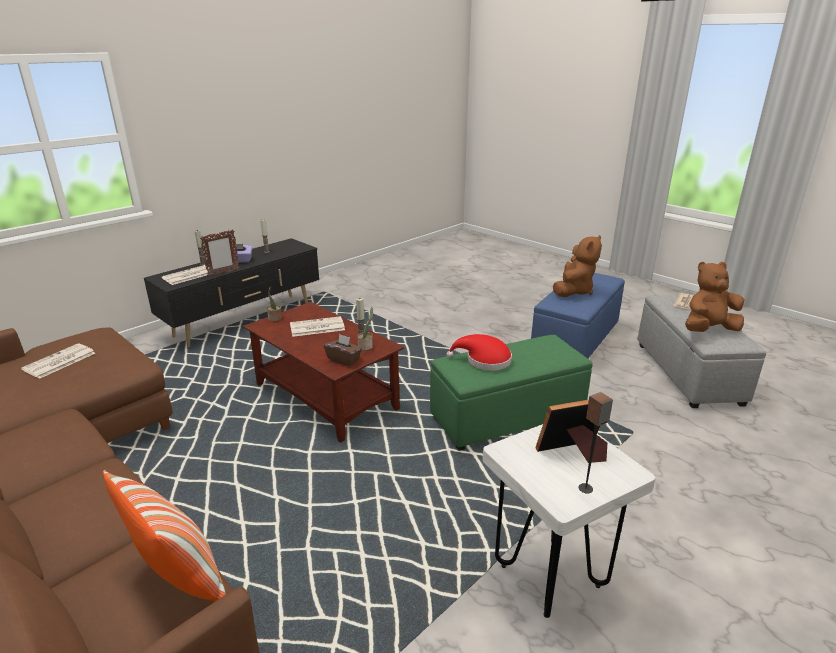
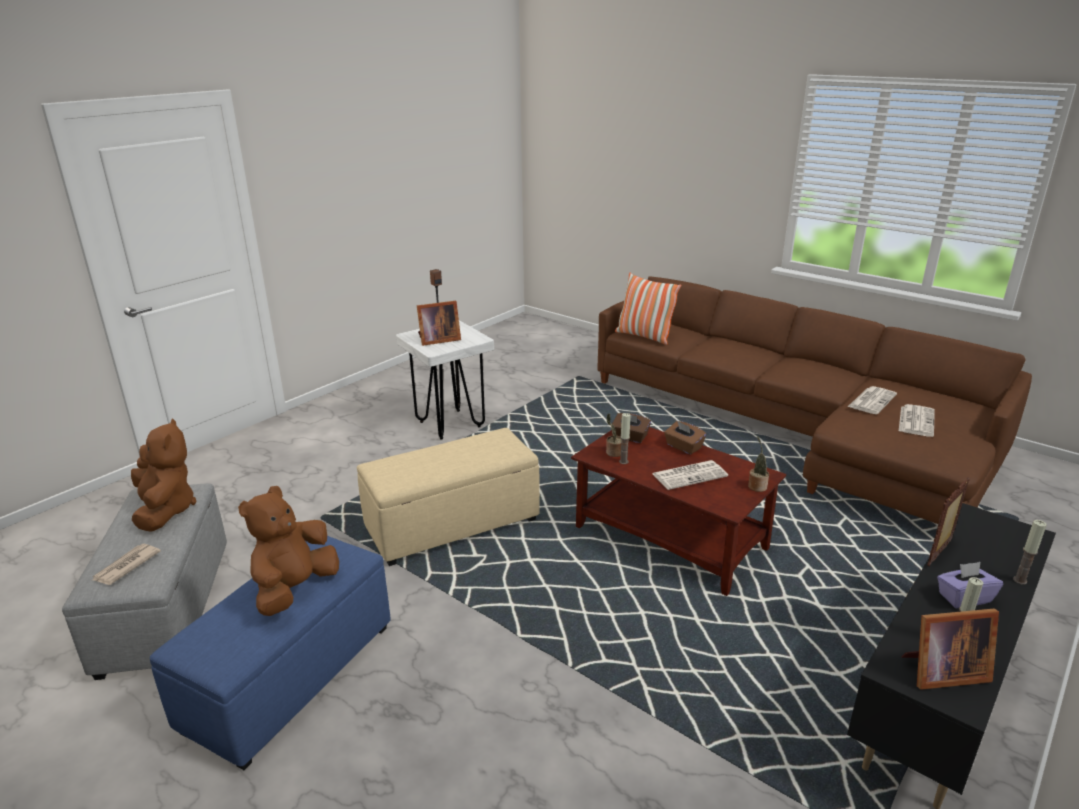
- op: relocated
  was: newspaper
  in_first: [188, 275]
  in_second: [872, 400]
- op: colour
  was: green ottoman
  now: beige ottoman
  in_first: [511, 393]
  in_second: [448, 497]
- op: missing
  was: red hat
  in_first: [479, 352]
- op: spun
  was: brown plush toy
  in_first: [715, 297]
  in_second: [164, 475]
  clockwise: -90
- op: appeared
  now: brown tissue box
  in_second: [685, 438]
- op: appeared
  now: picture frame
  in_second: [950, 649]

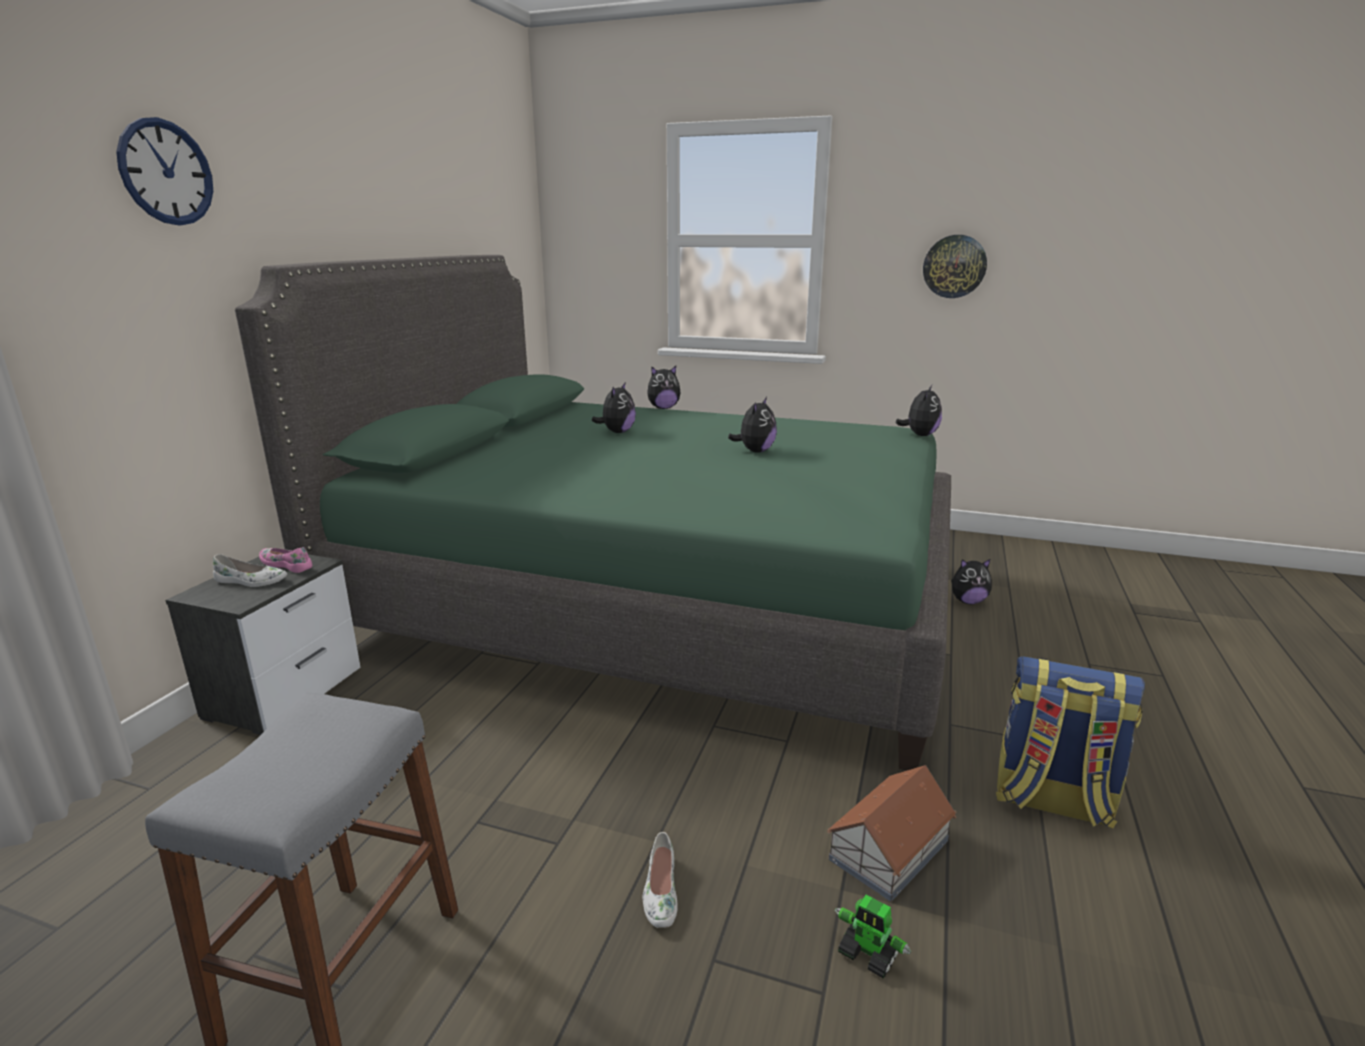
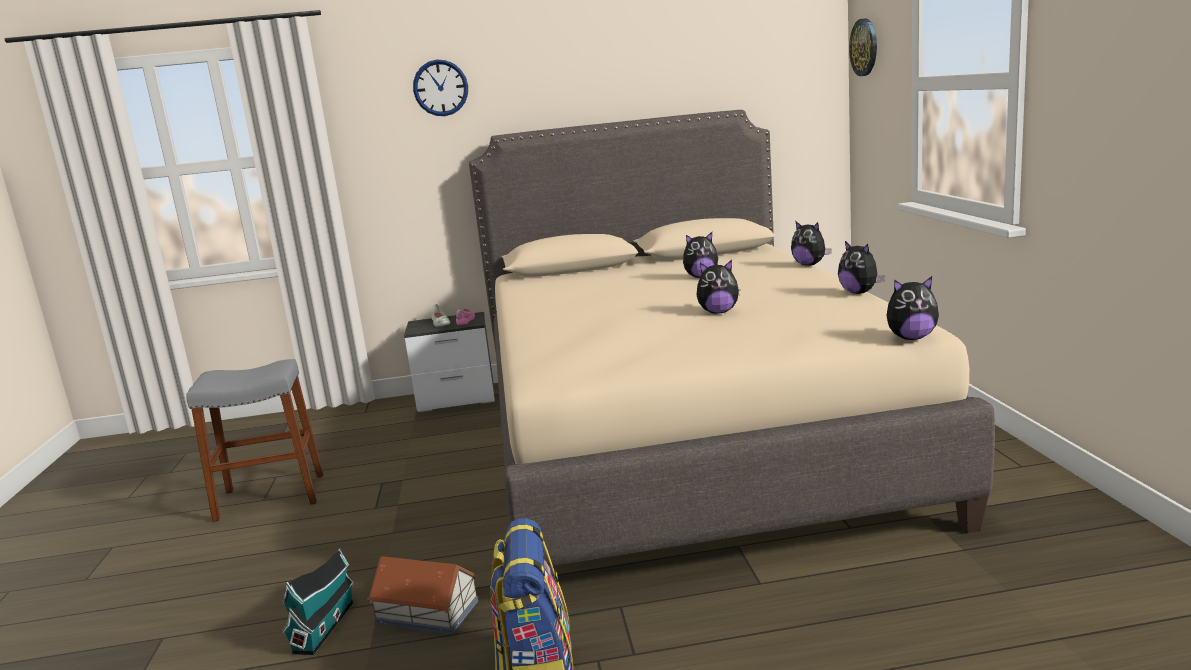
- op: colour
  was: green bed
  now: beige bed
  in_first: [593, 512]
  in_second: [732, 338]
- op: missing
  was: white shoe
  in_first: [660, 880]
- op: exchanged
  was: toy robot
  now: toy house
  in_first: [873, 936]
  in_second: [318, 602]
- op: relocated
  was: wall clock
  in_first: [955, 266]
  in_second: [863, 47]
- op: relocated
  was: plush toy
  in_first: [971, 581]
  in_second: [861, 267]

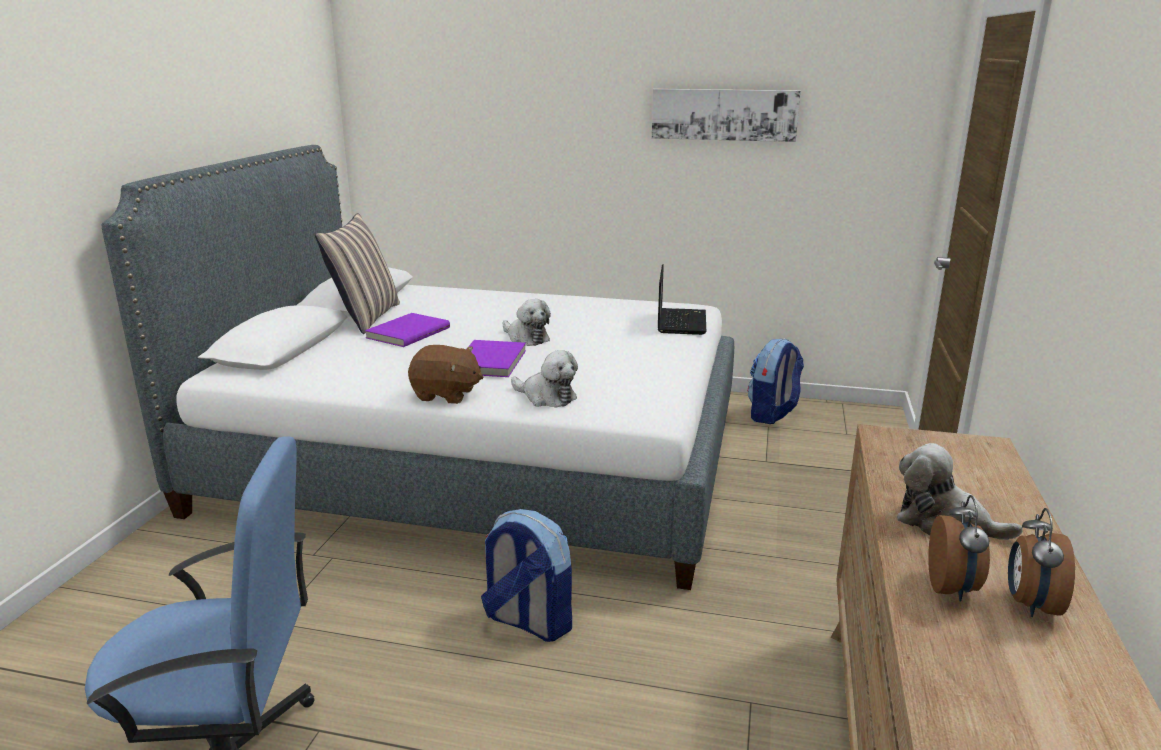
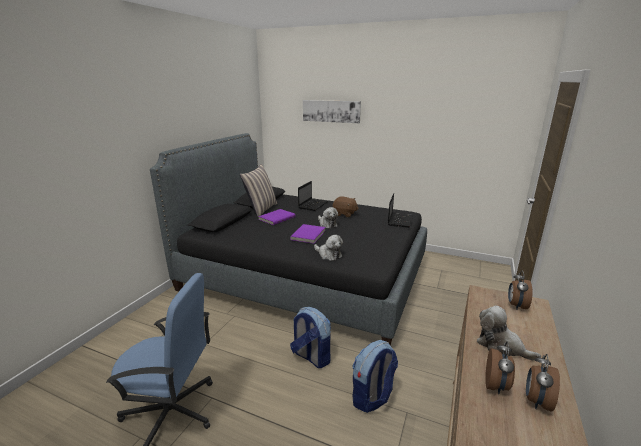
- op: colour
  was: white bed
  now: black bed
  in_first: [417, 367]
  in_second: [288, 239]
- op: relocated
  was: brown plush toy
  in_first: [445, 374]
  in_second: [346, 207]
- op: relocated
  was: picture
  in_first: [726, 115]
  in_second: [332, 111]
- op: relocated
  was: backpack
  in_first: [776, 381]
  in_second: [375, 376]
- op: appeared
  now: laptop
  in_second: [313, 196]
- op: appeared
  now: alarm clock
  in_second: [520, 290]

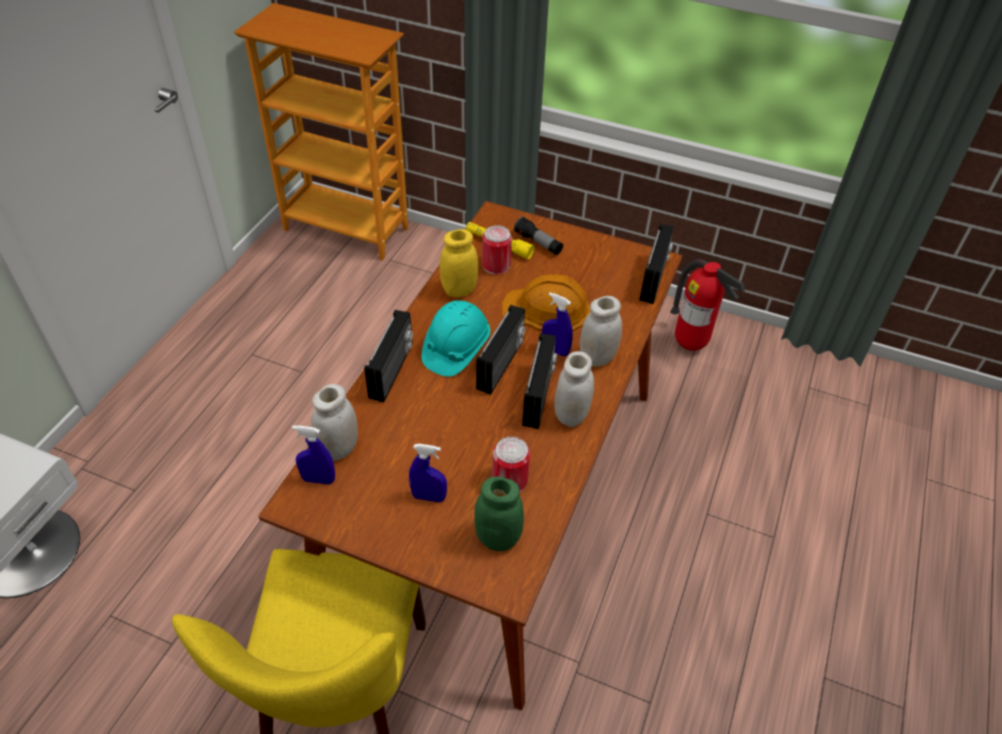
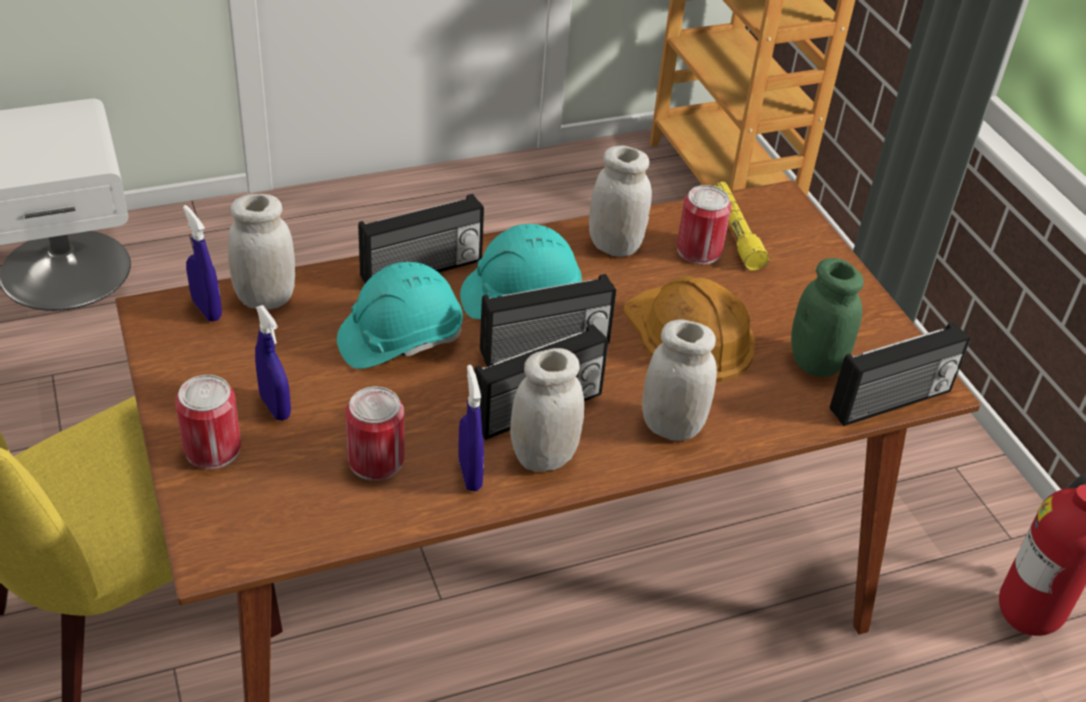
- op: colour
  was: yellow jar
  now: white jar
  in_first: [459, 263]
  in_second: [620, 201]
- op: relocated
  was: green jar
  in_first: [499, 514]
  in_second: [827, 317]
- op: missing
  was: flashlight
  in_first: [538, 236]
- op: relocated
  was: blue spray bottle
  in_first: [557, 324]
  in_second: [471, 428]
- op: appeared
  now: can
  in_second: [208, 422]
- op: appeared
  now: turquoise hard hat
  in_second: [400, 315]

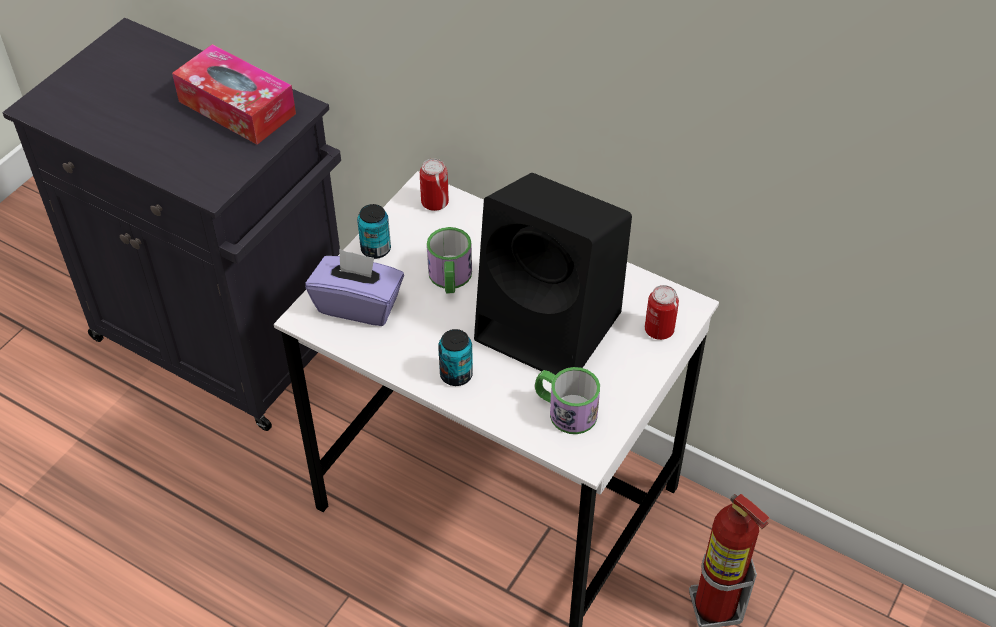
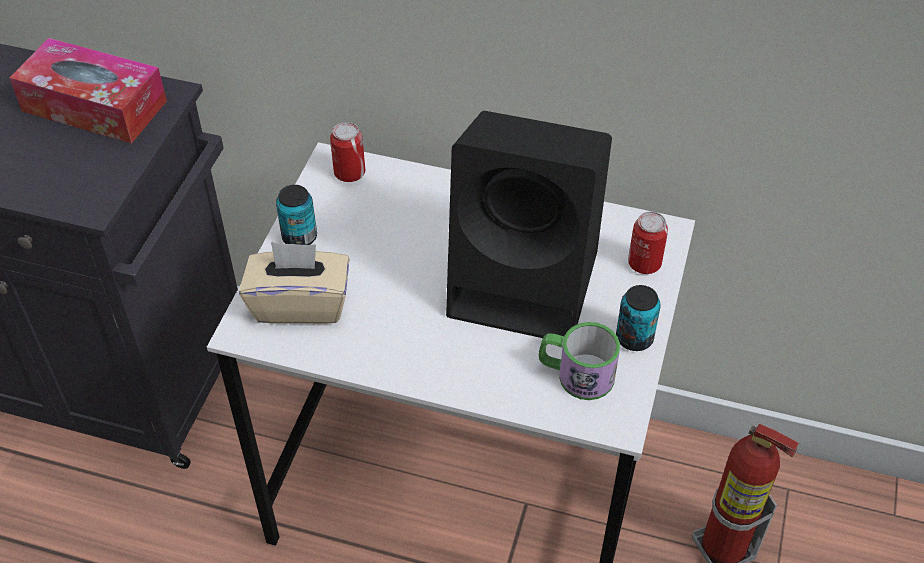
- op: colour
  was: purple tissue box
  now: beige tissue box
  in_first: [354, 287]
  in_second: [294, 283]
- op: missing
  was: mug
  in_first: [449, 260]
- op: relocated
  was: can
  in_first: [455, 357]
  in_second: [638, 318]

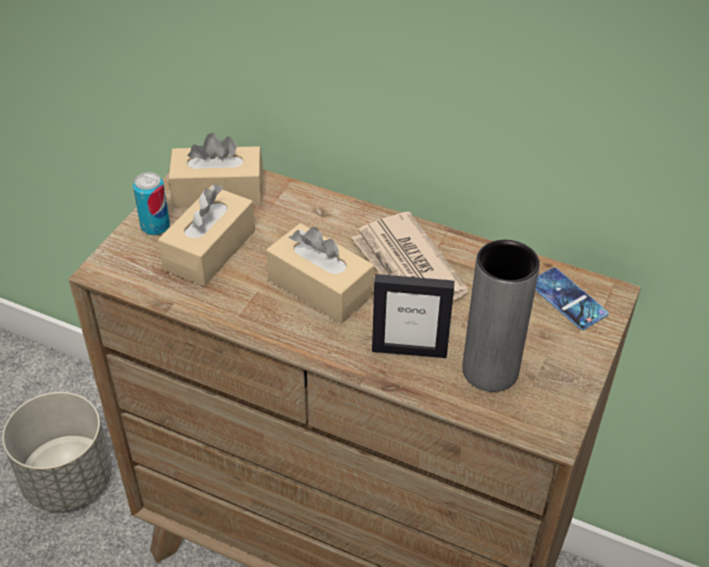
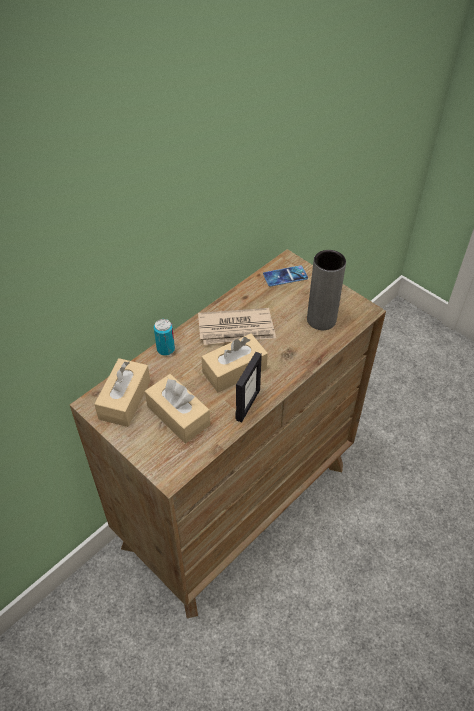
- op: missing
  was: grey planter
  in_first: [57, 452]
- op: relocated
  was: can
  in_first: [151, 203]
  in_second: [164, 337]
- op: relocated
  was: picture frame
  in_first: [413, 316]
  in_second: [248, 387]

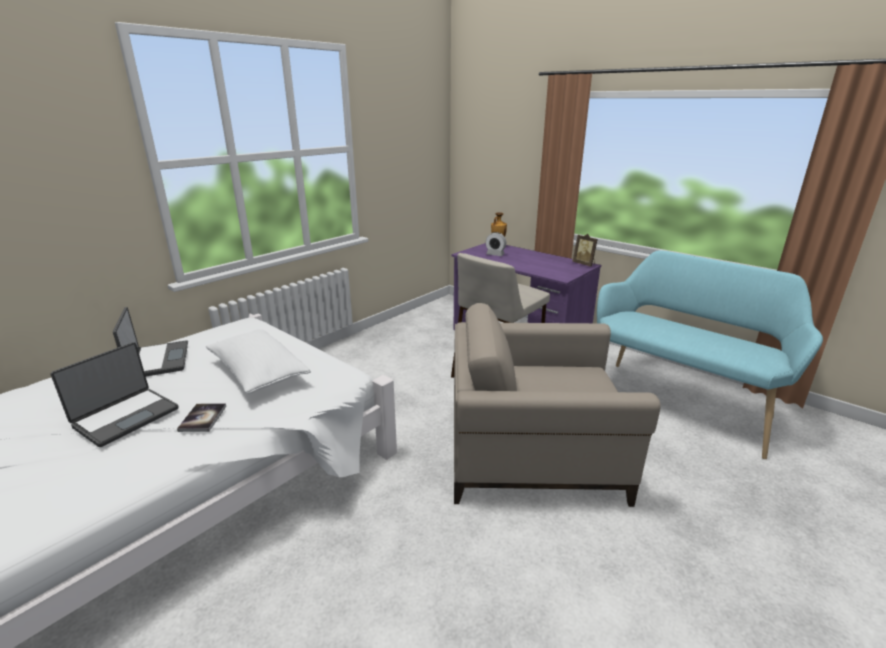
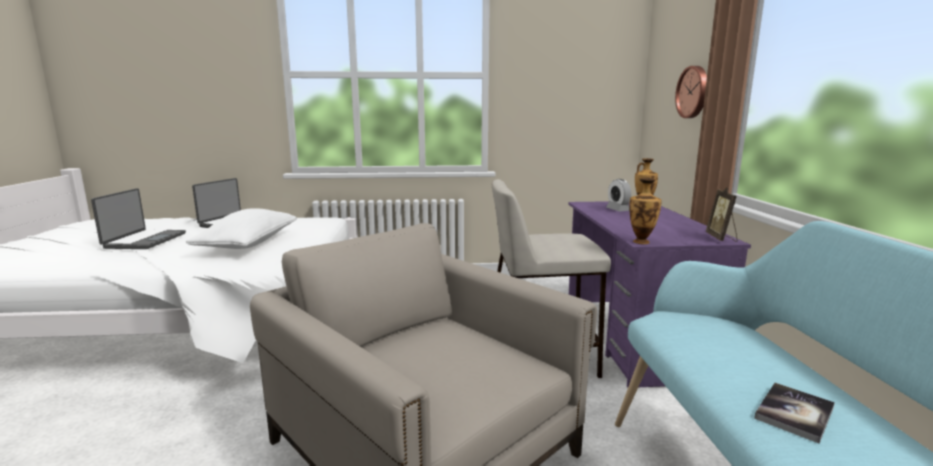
- op: spun
  was: laptop
  in_first: [114, 394]
  in_second: [138, 218]
  clockwise: -75
- op: relocated
  was: book
  in_first: [201, 417]
  in_second: [794, 413]
- op: appeared
  now: vase
  in_second: [645, 211]
- op: appeared
  now: wall clock
  in_second: [691, 92]

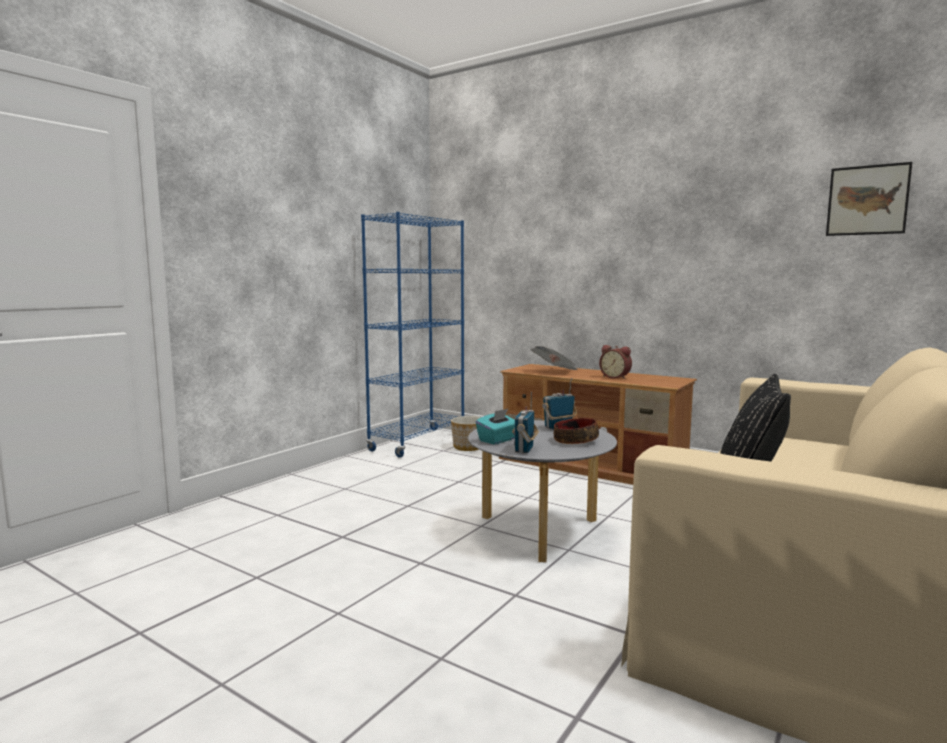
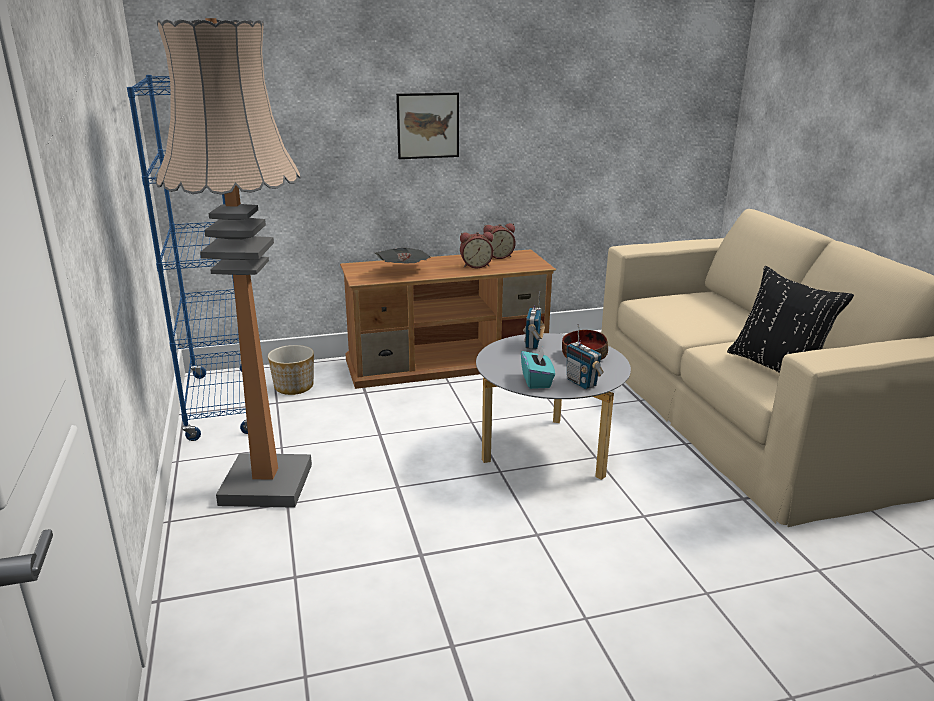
- op: relocated
  was: picture
  in_first: [869, 199]
  in_second: [427, 126]
- op: appeared
  now: floor lamp
  in_second: [234, 263]
- op: appeared
  now: alarm clock
  in_second: [499, 241]

